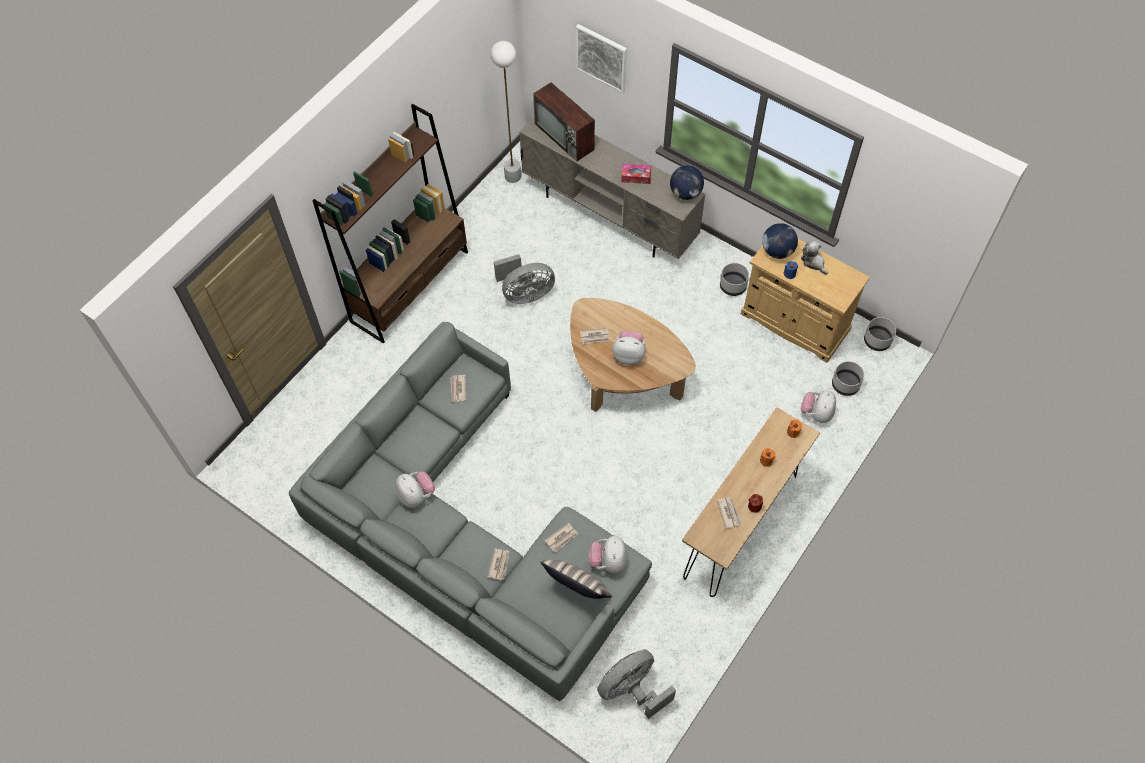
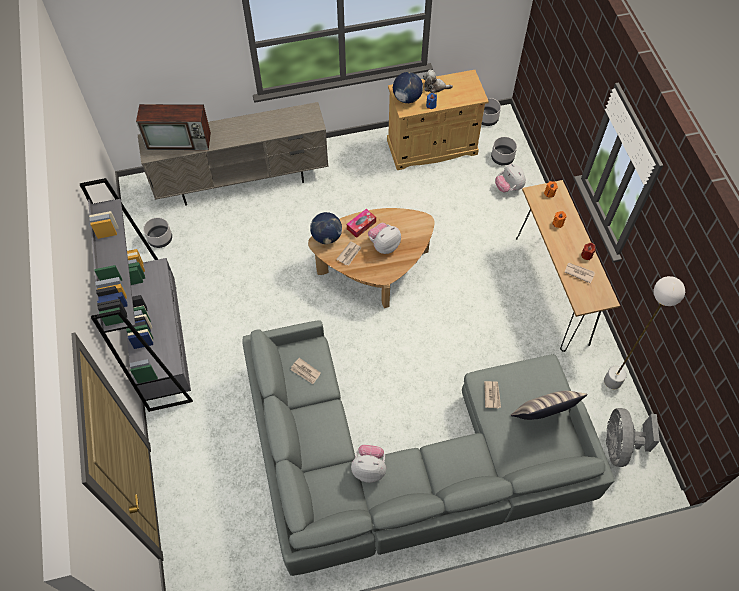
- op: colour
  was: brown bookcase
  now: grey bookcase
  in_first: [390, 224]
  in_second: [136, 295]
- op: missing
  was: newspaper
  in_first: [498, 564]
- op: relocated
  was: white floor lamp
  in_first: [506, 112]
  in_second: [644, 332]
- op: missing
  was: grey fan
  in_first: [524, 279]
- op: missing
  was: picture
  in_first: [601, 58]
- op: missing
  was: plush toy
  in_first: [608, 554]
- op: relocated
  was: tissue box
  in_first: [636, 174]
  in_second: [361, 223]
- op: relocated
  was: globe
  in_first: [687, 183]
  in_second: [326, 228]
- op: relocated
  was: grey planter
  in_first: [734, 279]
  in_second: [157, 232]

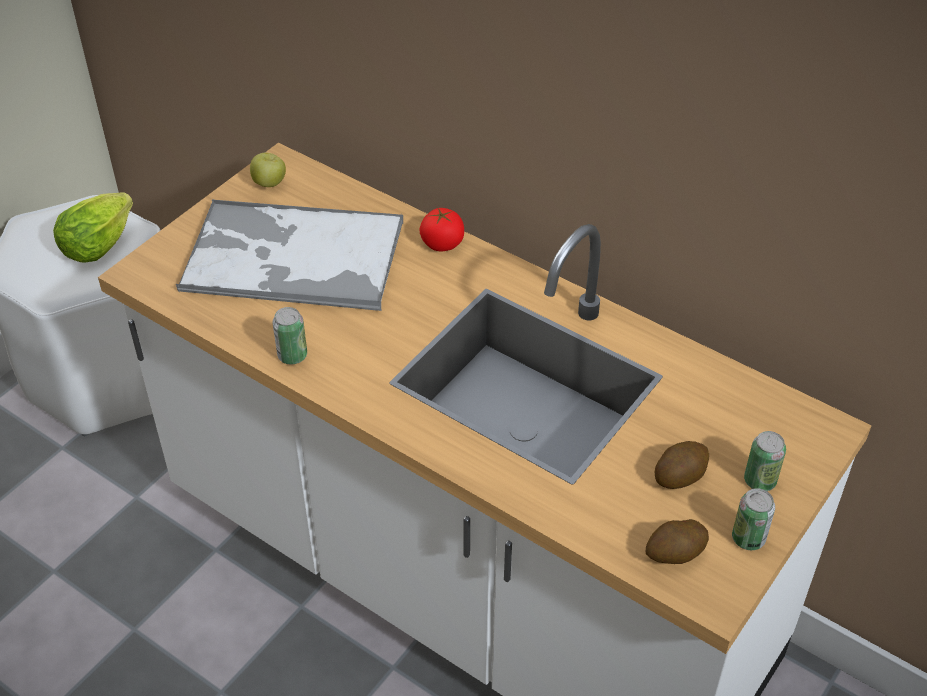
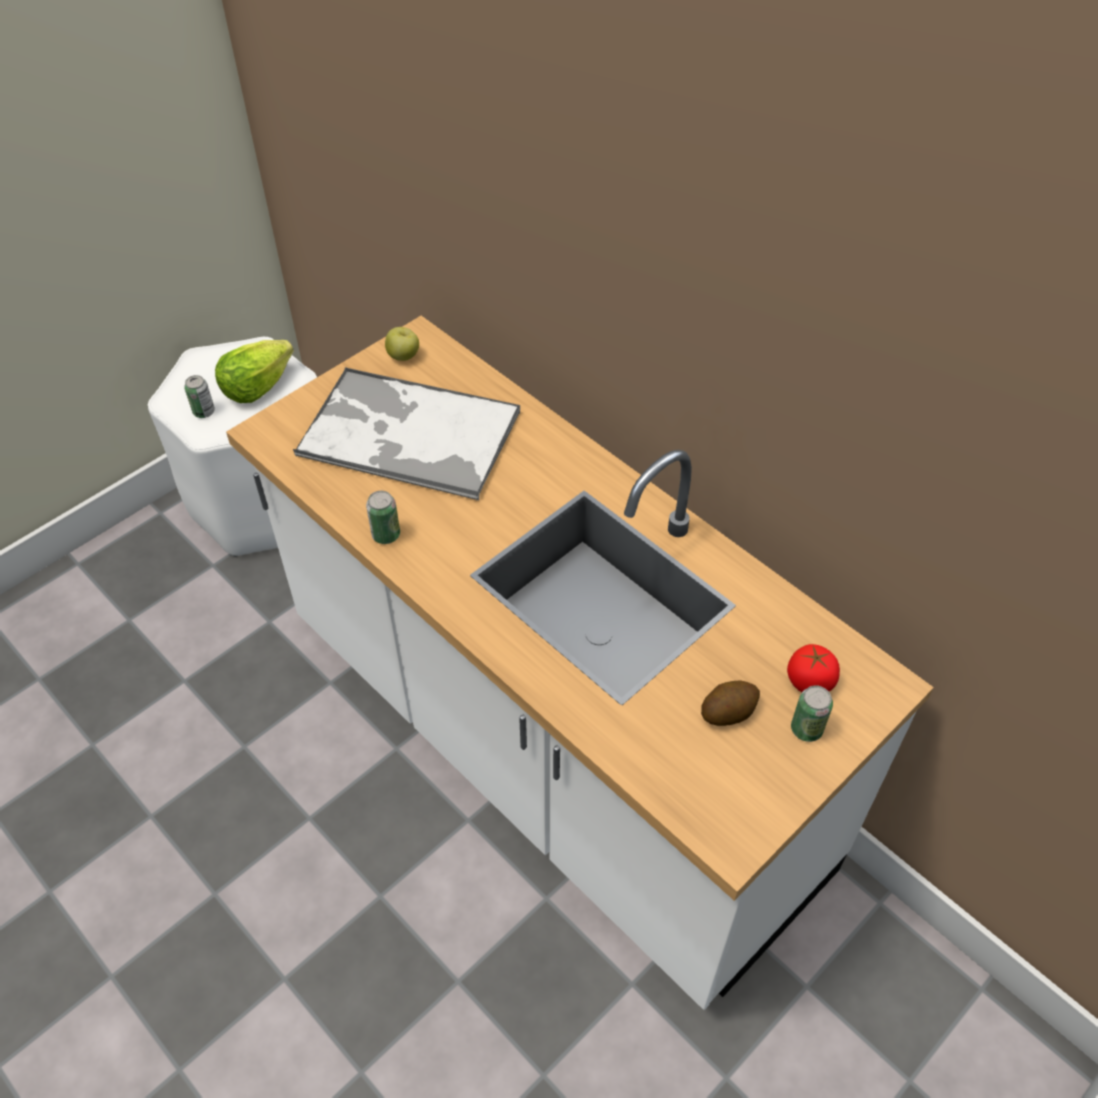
- op: relocated
  was: tomato
  in_first: [442, 230]
  in_second: [813, 668]
- op: missing
  was: potato
  in_first: [677, 541]
- op: relocated
  was: can
  in_first: [753, 519]
  in_second: [199, 396]

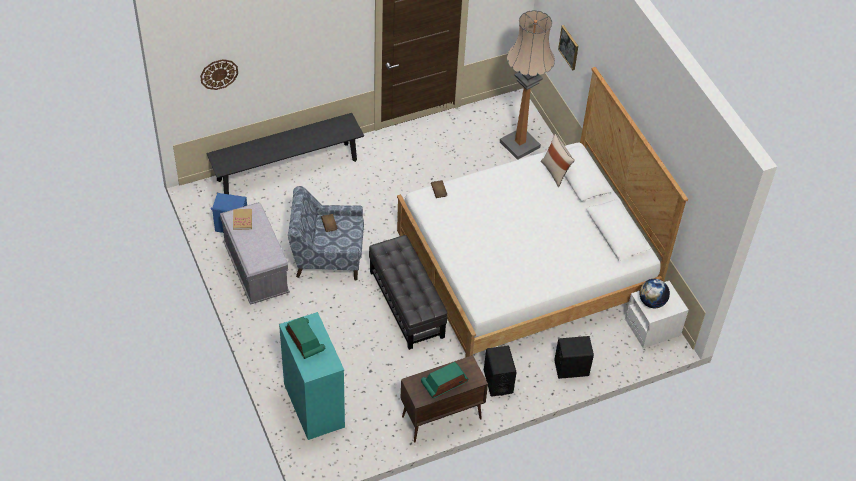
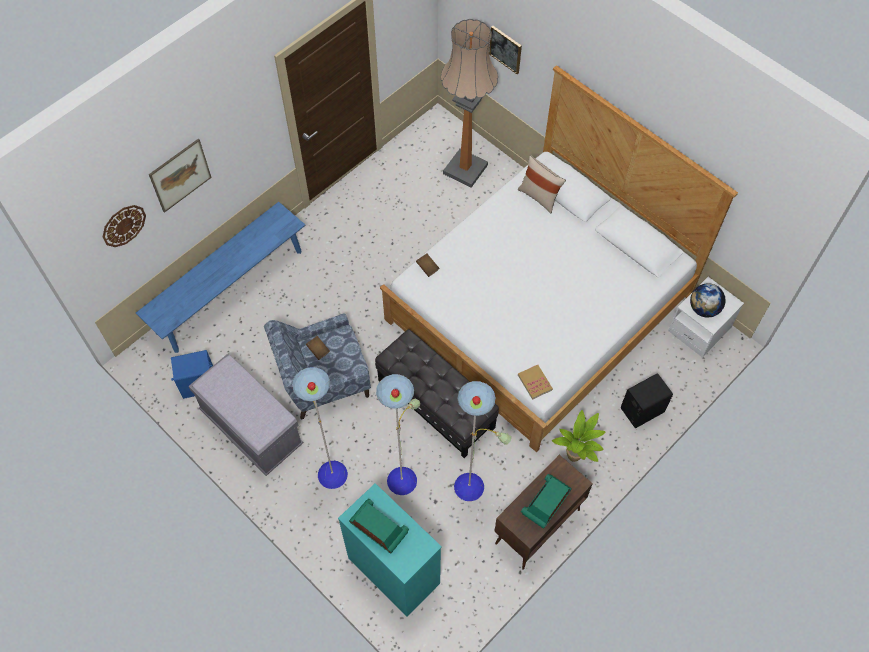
- op: colour
  was: black bench
  now: blue bench
  in_first: [285, 153]
  in_second: [220, 277]
- op: relocated
  was: book
  in_first: [242, 219]
  in_second: [535, 382]
- op: exchanged
  was: black speaker
  now: potted plant
  in_first: [500, 371]
  in_second: [578, 436]
- op: appeared
  now: picture
  in_second: [180, 176]
- op: appeared
  now: floor lamp
  in_second: [401, 434]

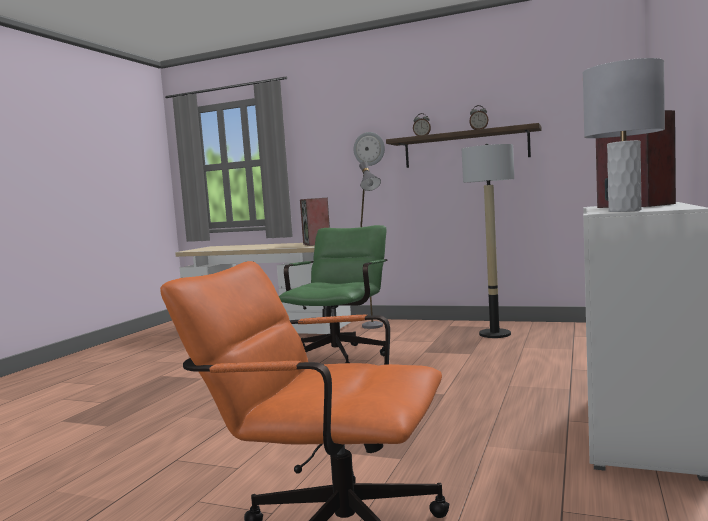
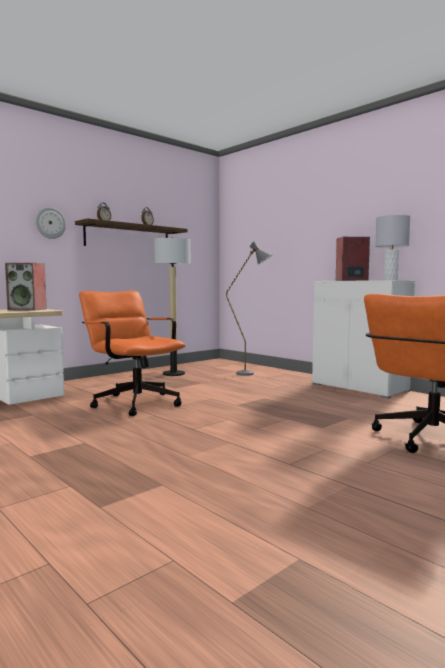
- op: colour
  was: green office chair
  now: orange office chair
  in_first: [333, 294]
  in_second: [132, 353]
- op: relocated
  was: grey floor lamp
  in_first: [371, 245]
  in_second: [249, 308]

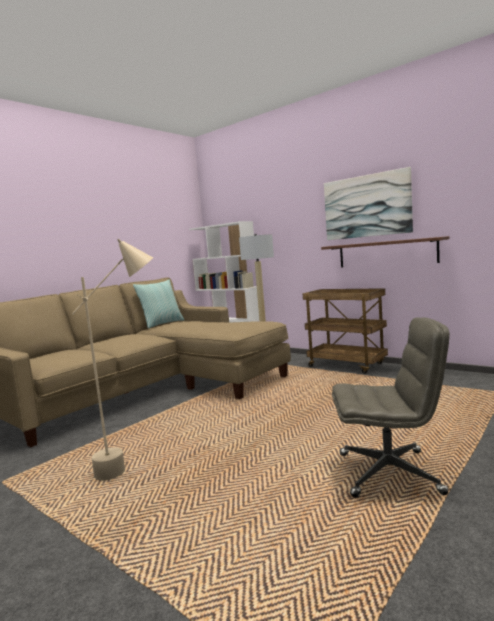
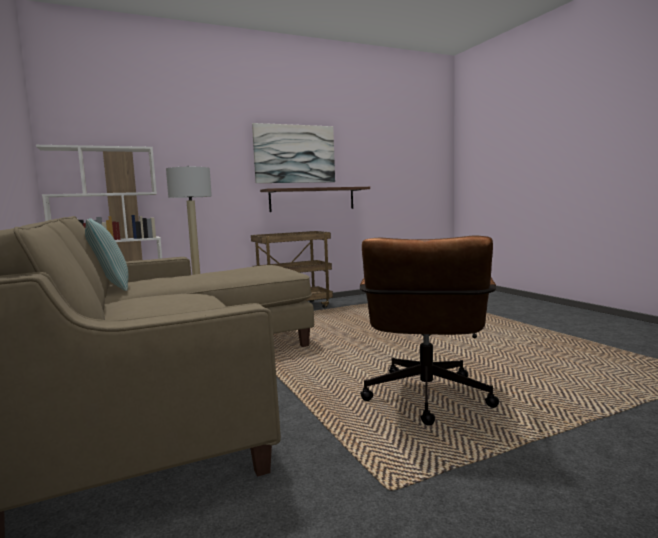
- op: exchanged
  was: beige floor lamp
  now: brown office chair
  in_first: [112, 359]
  in_second: [429, 331]
- op: missing
  was: grey office chair
  in_first: [391, 407]

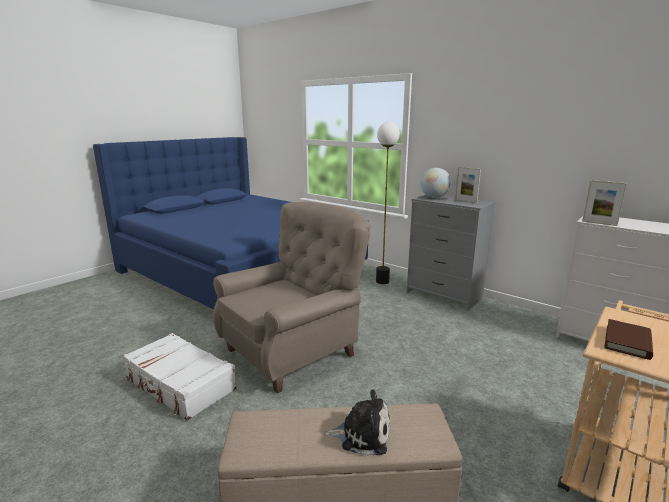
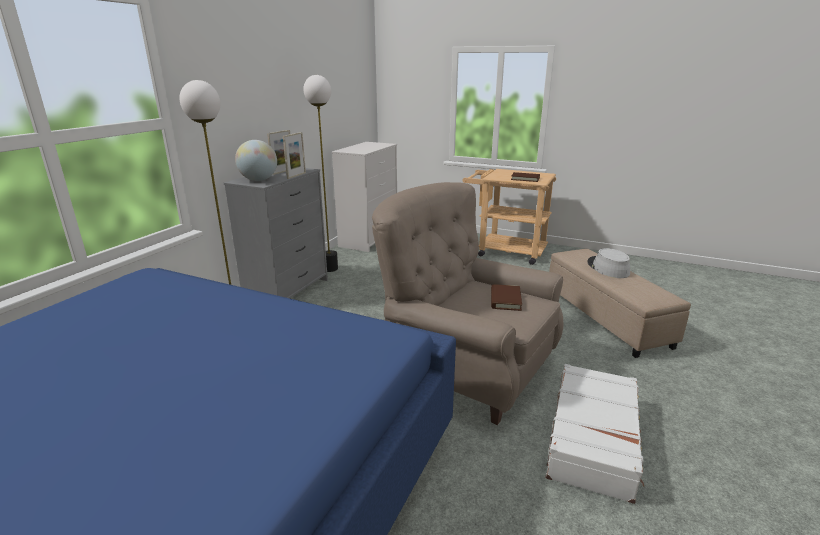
- op: exchanged
  was: plush toy
  now: grey hat
  in_first: [356, 422]
  in_second: [608, 263]
- op: relocated
  was: picture frame
  in_first: [604, 203]
  in_second: [294, 155]
- op: appeared
  now: floor lamp
  in_second: [320, 173]
- op: appeared
  now: brown book
  in_second: [506, 297]

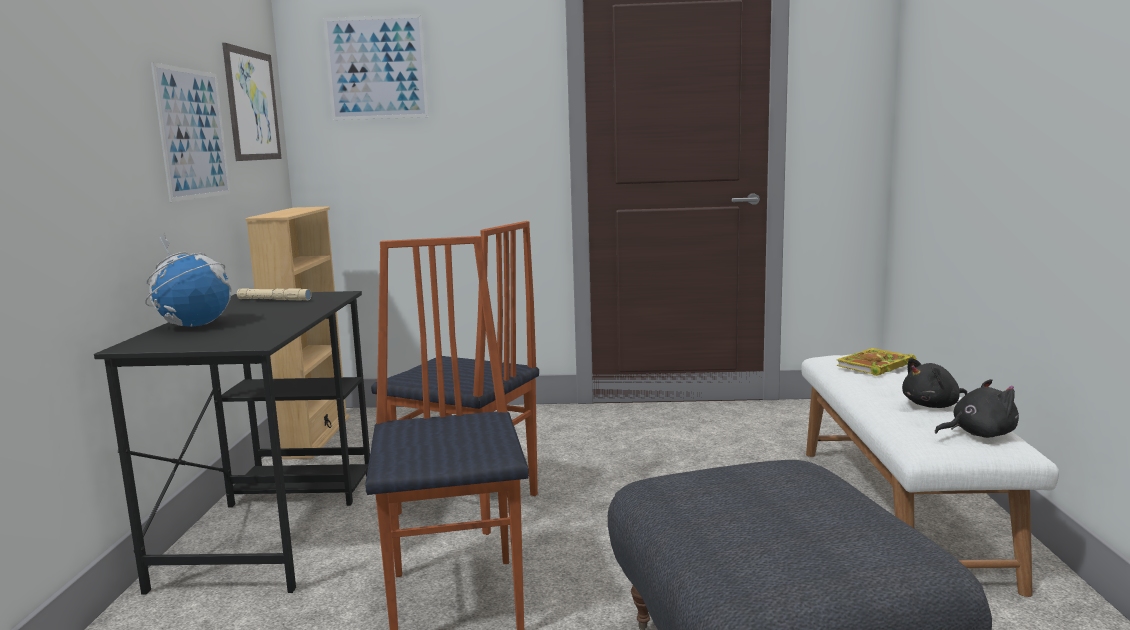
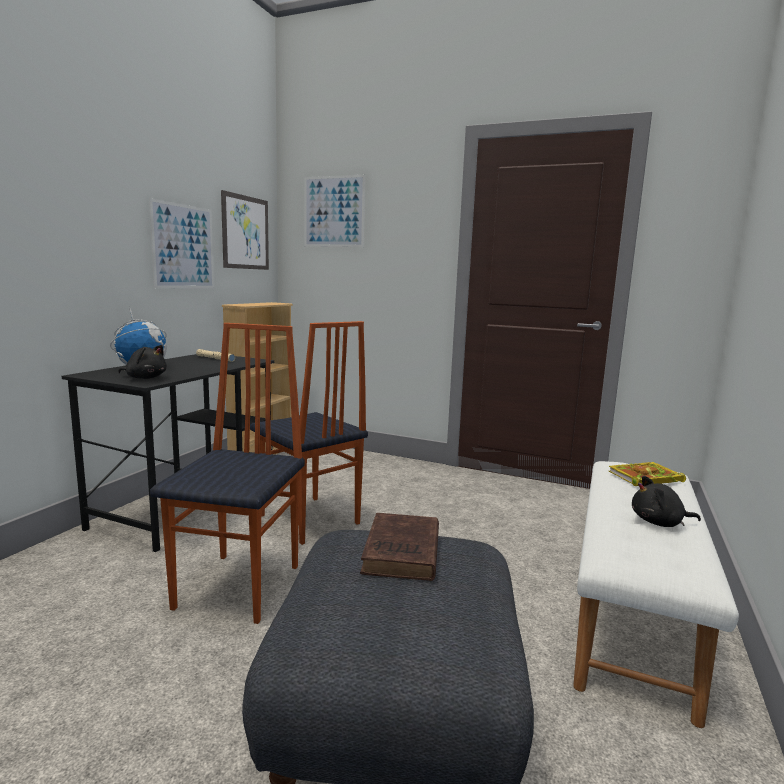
- op: relocated
  was: black plush toy
  in_first: [977, 408]
  in_second: [142, 362]
- op: appeared
  now: brown book
  in_second: [399, 547]

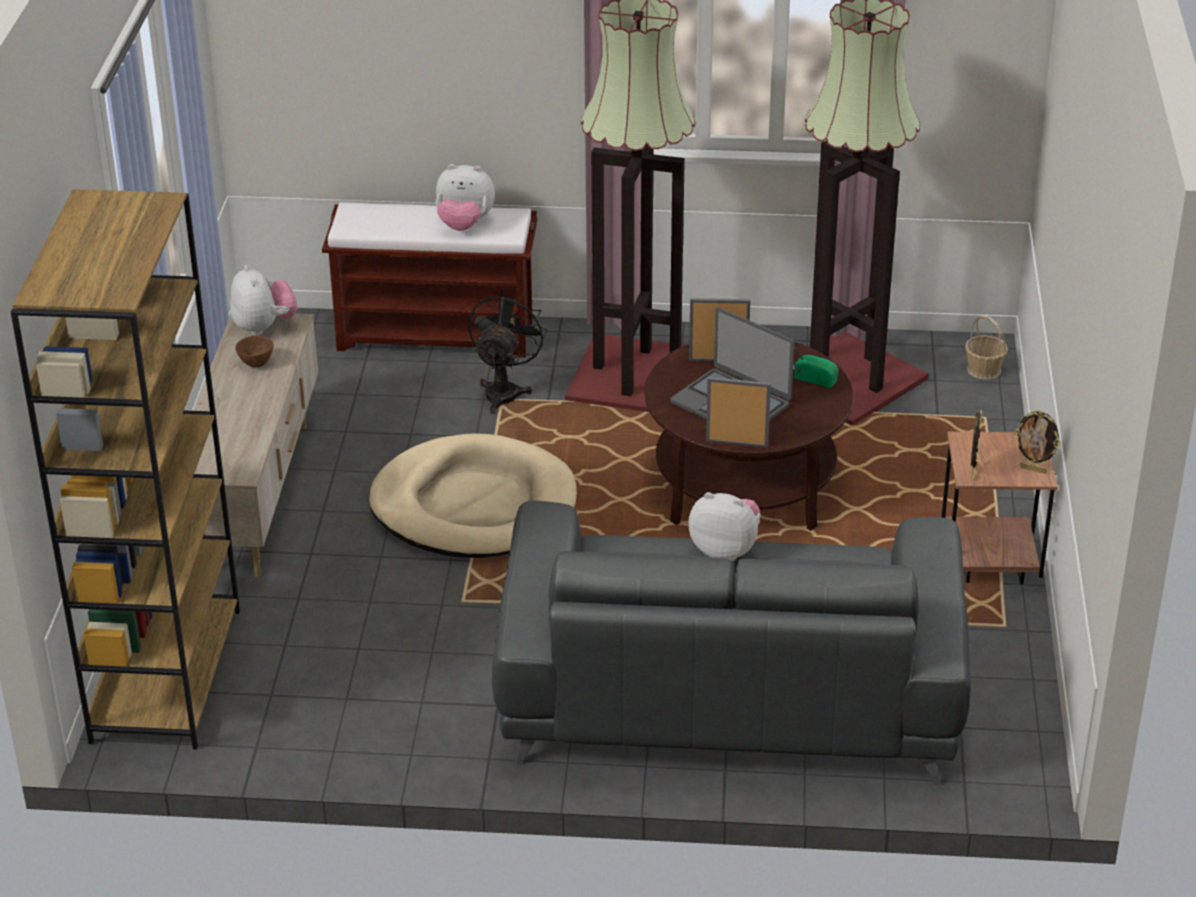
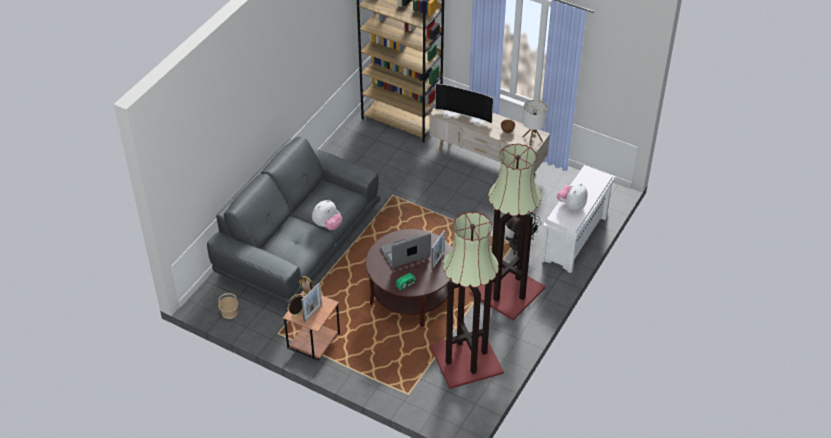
- op: exchanged
  was: plush toy
  now: table lamp
  in_first: [264, 300]
  in_second: [534, 123]
- op: colour
  was: brown bench
  now: white bench
  in_first: [429, 280]
  in_second: [578, 219]
- op: missing
  was: beige dog bed
  in_first: [473, 496]
- op: relocated
  was: picture frame
  in_first: [738, 412]
  in_second: [311, 302]
- op: relocated
  was: basket
  in_first: [986, 347]
  in_second: [228, 306]
- op: appeared
  now: television
  in_second: [464, 105]

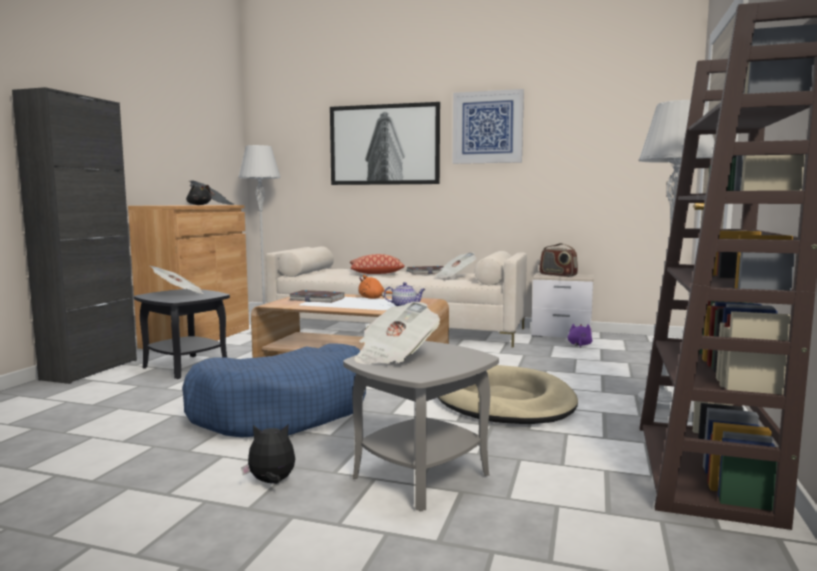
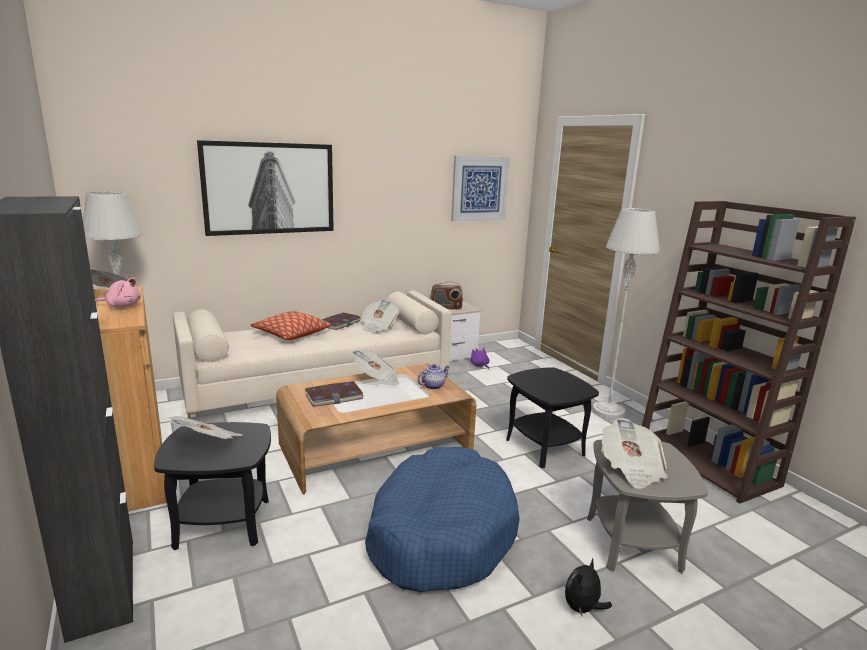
- op: colour
  was: black plush toy
  now: pink plush toy
  in_first: [198, 194]
  in_second: [118, 292]
- op: exchanged
  was: orange plush toy
  now: newspaper
  in_first: [375, 287]
  in_second: [375, 367]
- op: exchanged
  was: beige dog bed
  now: black side table
  in_first: [508, 394]
  in_second: [552, 417]
- op: relocated
  was: picture
  in_first: [488, 126]
  in_second: [480, 188]

